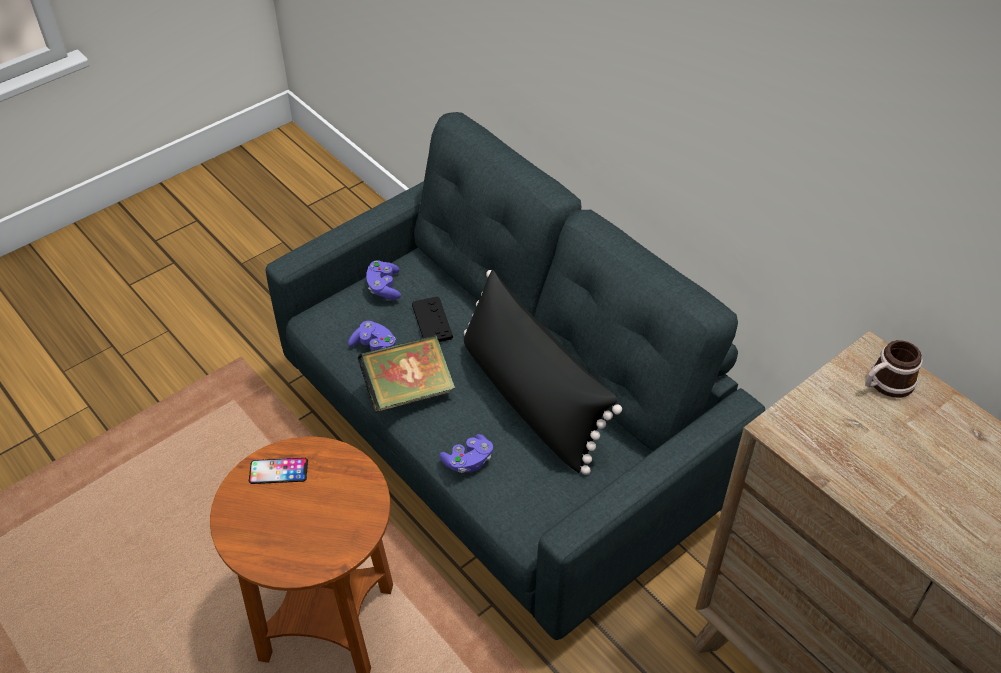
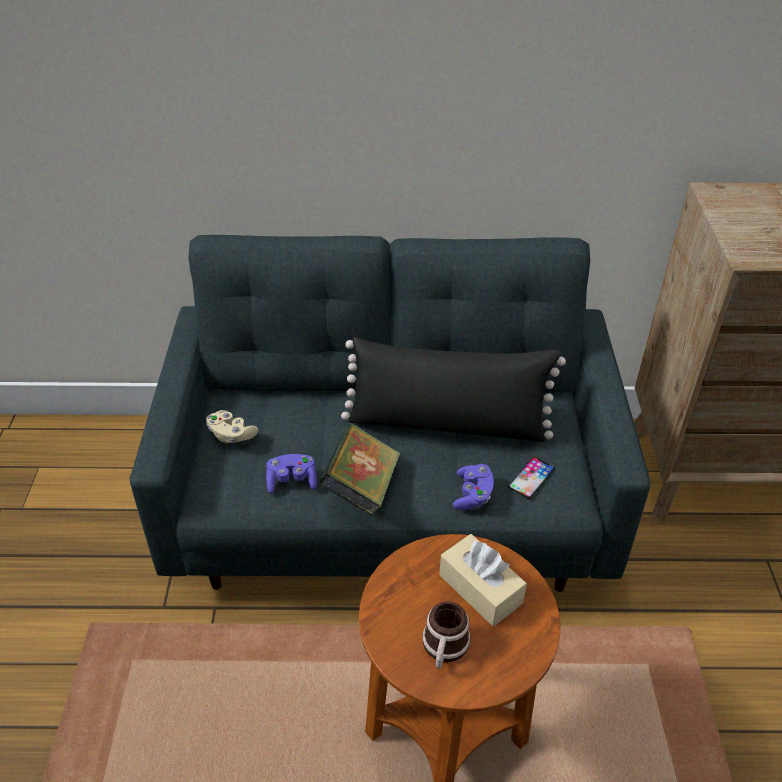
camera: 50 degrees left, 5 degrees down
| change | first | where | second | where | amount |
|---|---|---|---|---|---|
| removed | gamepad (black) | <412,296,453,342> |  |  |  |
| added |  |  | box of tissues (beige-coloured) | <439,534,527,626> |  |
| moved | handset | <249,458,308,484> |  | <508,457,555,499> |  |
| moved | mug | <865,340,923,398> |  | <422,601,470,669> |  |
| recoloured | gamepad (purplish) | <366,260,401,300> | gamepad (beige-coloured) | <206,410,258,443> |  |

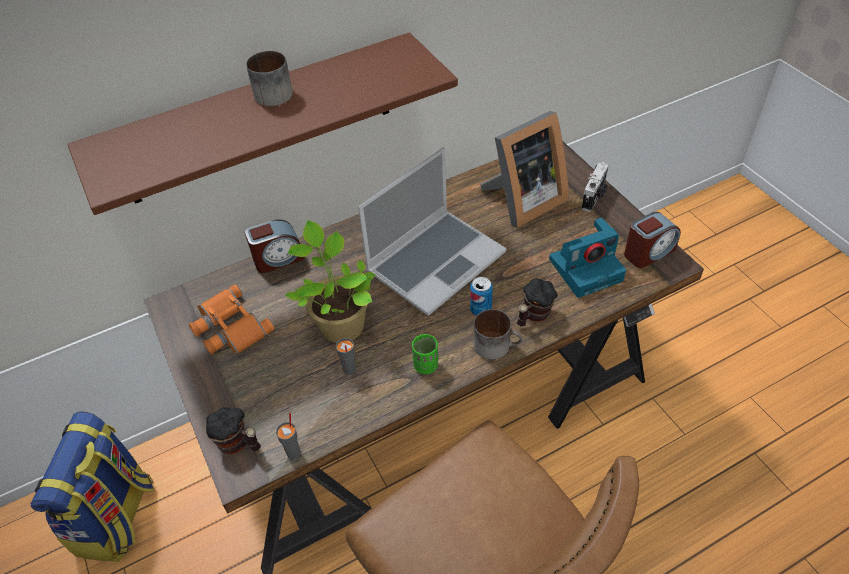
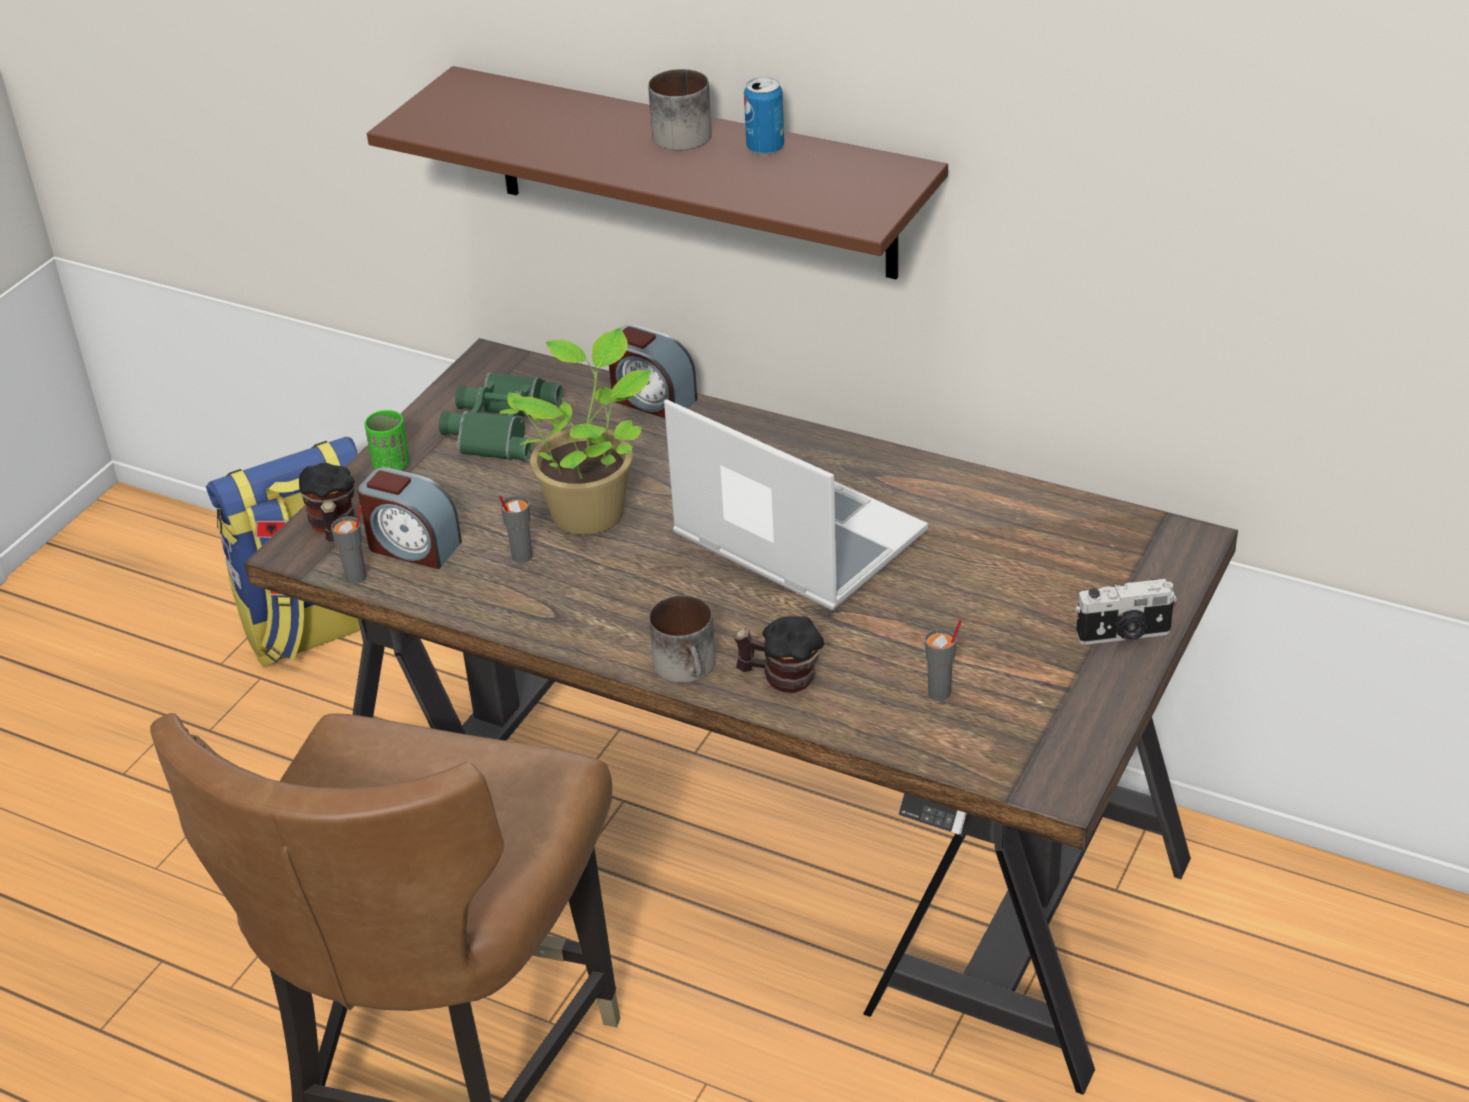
camera: 55 degrees right, 10 degrees down
| change | first | where | second | where | amount |
|---|---|---|---|---|---|
| removed | picture frame | <480,111,569,228> |  |  |  |
| moved | small cup (greenish) | <412,334,438,374> |  | <365,410,409,470> |  |
| moved | metal can | <470,277,493,316> |  | <744,77,784,155> |  |
| moved | alarm clock | <624,212,681,268> |  | <358,467,462,569> |  |
| replaced | photo camera | <549,218,626,298> | small cup (gray) | <925,620,962,701> |  |
| recoloured | pair of binoculars (orange-coloured) | <189,284,275,355> | pair of binoculars (greenish) | <439,372,562,461> |  |
| turned | laptop | <358,147,506,316> |  | <664,399,928,610> | 150 degrees counterclockwise |

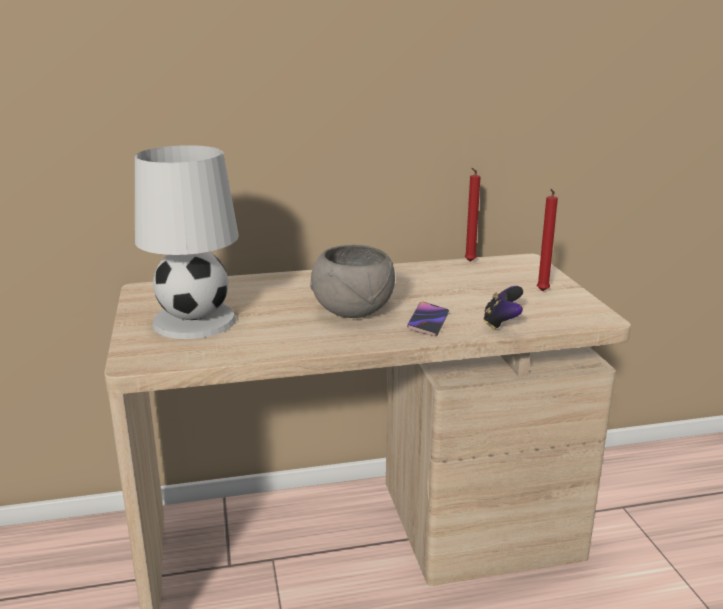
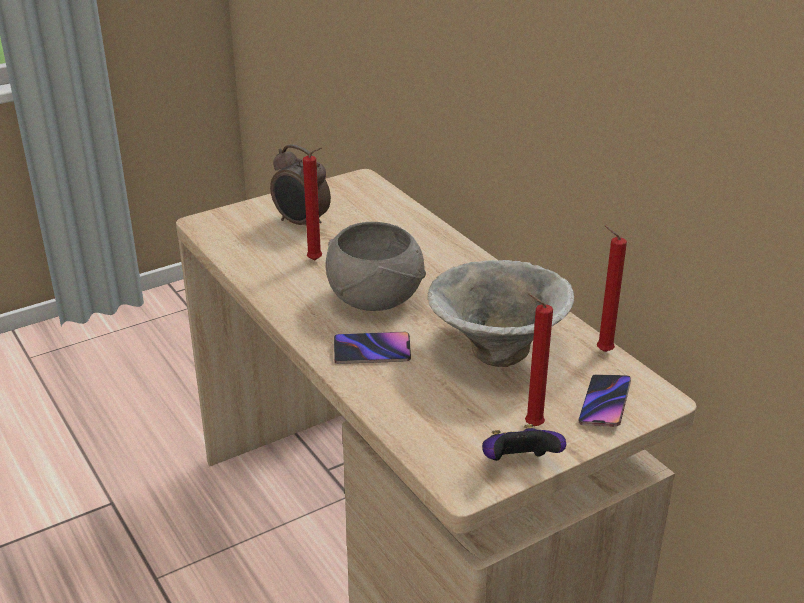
camera: 70 degrees right, 10 degrees up
| change | first | where | second | where | amount |
|---|---|---|---|---|---|
| added |  |  | candle (red-coloured) | <303,147,322,260> |  |
| added |  |  | deep dish | <428,260,574,367> |  |
| added |  |  | handset | <578,374,631,427> |  |
| moved | gamepad | <483,286,523,330> |  | <482,424,566,461> |  |
| replaced | tabletop lamp (white-coloured) | <135,145,239,339> | alarm clock | <270,144,331,225> |  |

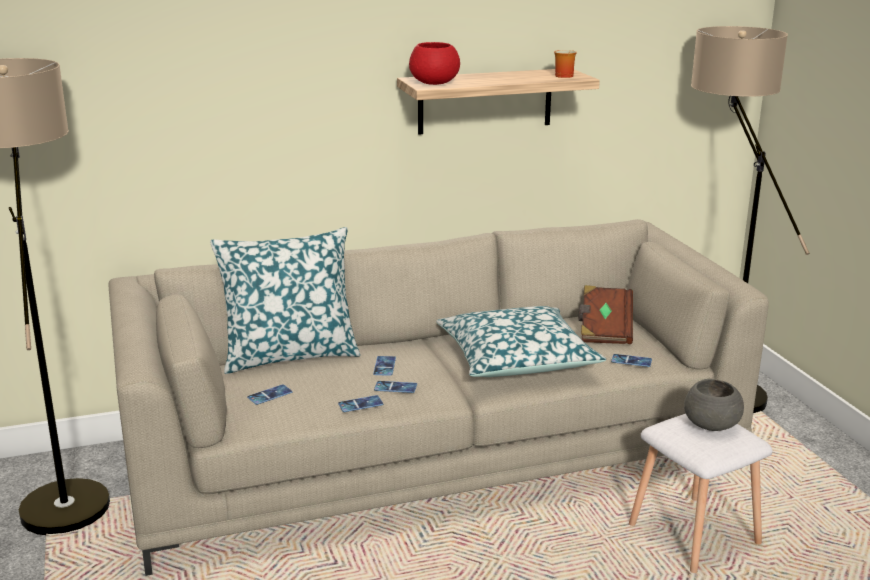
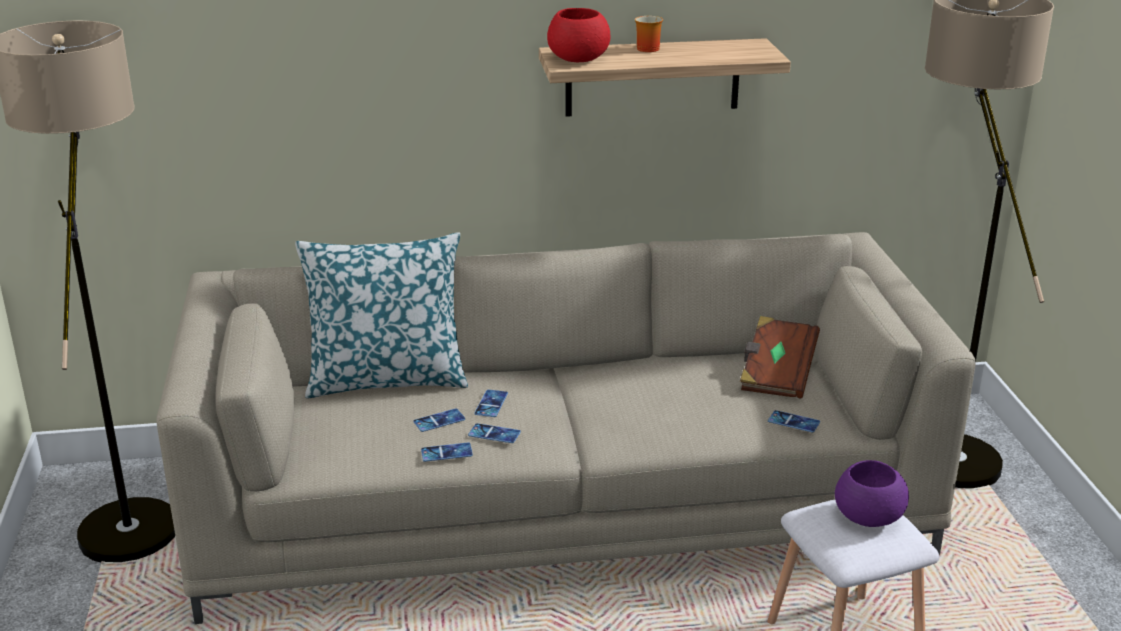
camera: 10 degrees right, 5 degrees up
| change | first | where | second | where | amount |
|---|---|---|---|---|---|
| removed | pillow | <436,306,606,377> |  |  |  |
| moved | handset | <247,384,292,405> |  | <413,408,465,432> |  |
| moved | mug | <554,50,577,78> |  | <635,16,663,52> |  |
| recoloured | deep dish (gray) | <684,379,744,431> | deep dish (purplish) | <835,460,909,527> |  |

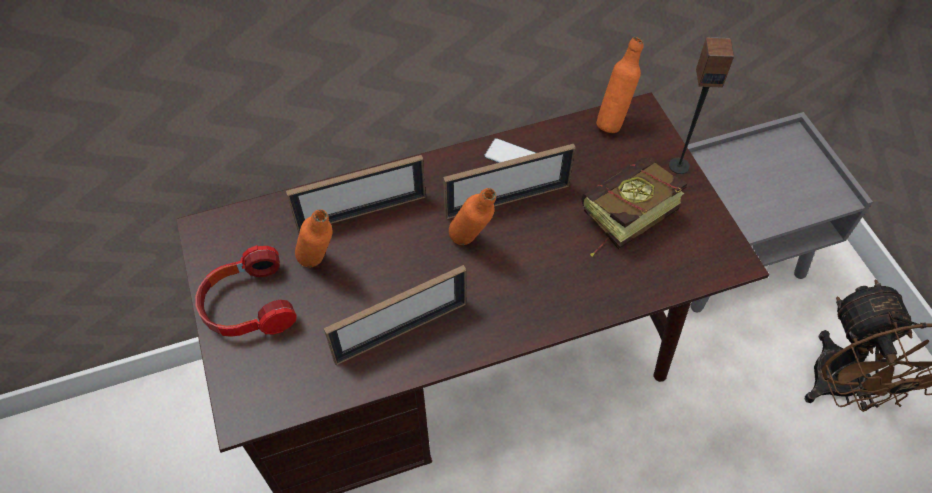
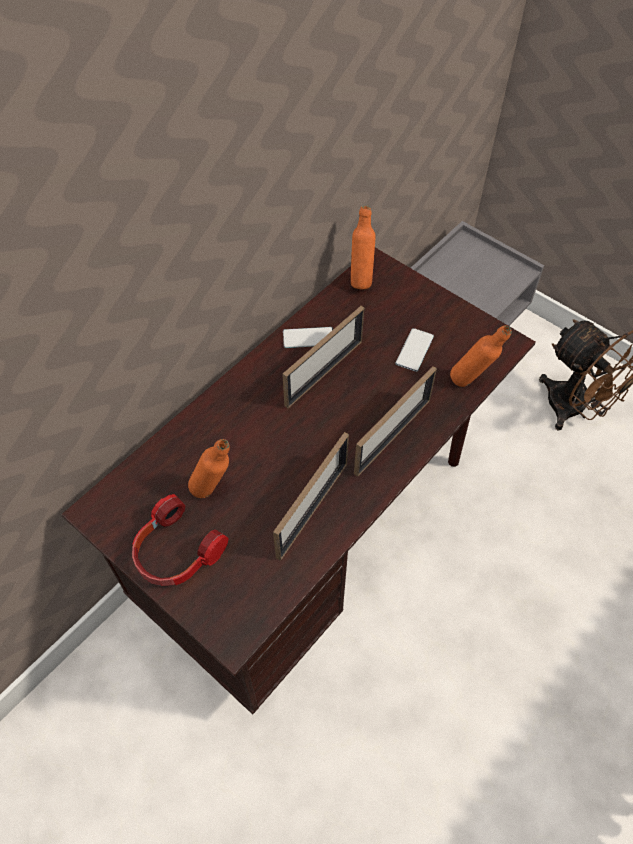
camera: 30 degrees left, 0 degrees up
| change | first | where | second | where | amount |
|---|---|---|---|---|---|
| removed | audio speaker | <669,37,734,174> |  |  |  |
| moved | picture frame | <286,155,426,233> |  | <354,366,437,477> |  |
| moved | beverage bottle (orange-coloured) | <449,188,496,245> |  | <450,325,512,387> |  |
| replaced | bound book | <582,158,687,257> | handset | <395,328,434,372> |  |

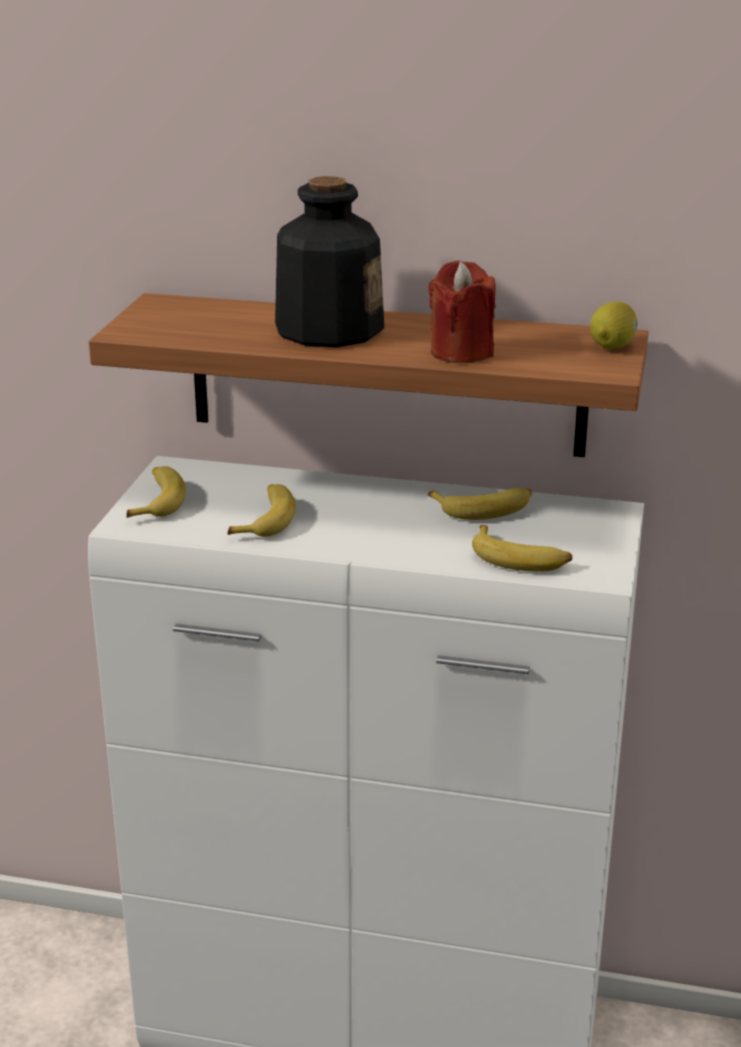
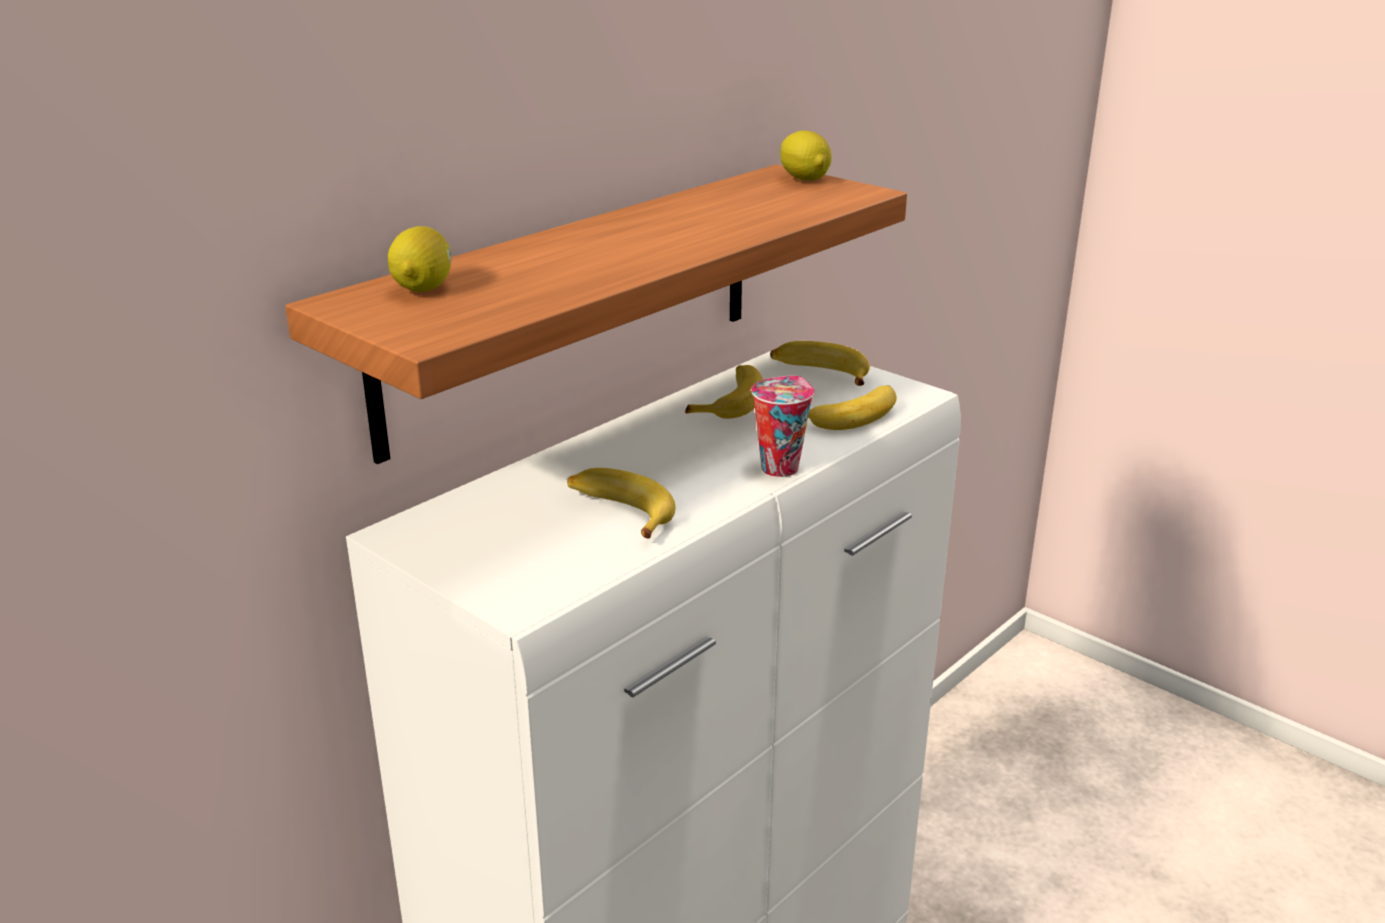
camera: 60 degrees left, 0 degrees up
| change | first | where | second | where | amount |
|---|---|---|---|---|---|
| removed | beverage bottle | <275,176,384,347> |  |  |  |
| removed | candle (red-coloured) | <429,260,496,363> |  |  |  |
| added |  |  | lemon | <388,226,452,292> |  |
| added |  |  | small cup | <751,376,814,477> |  |
| moved | banana fruit | <126,466,186,518> |  | <770,341,870,386> |  |

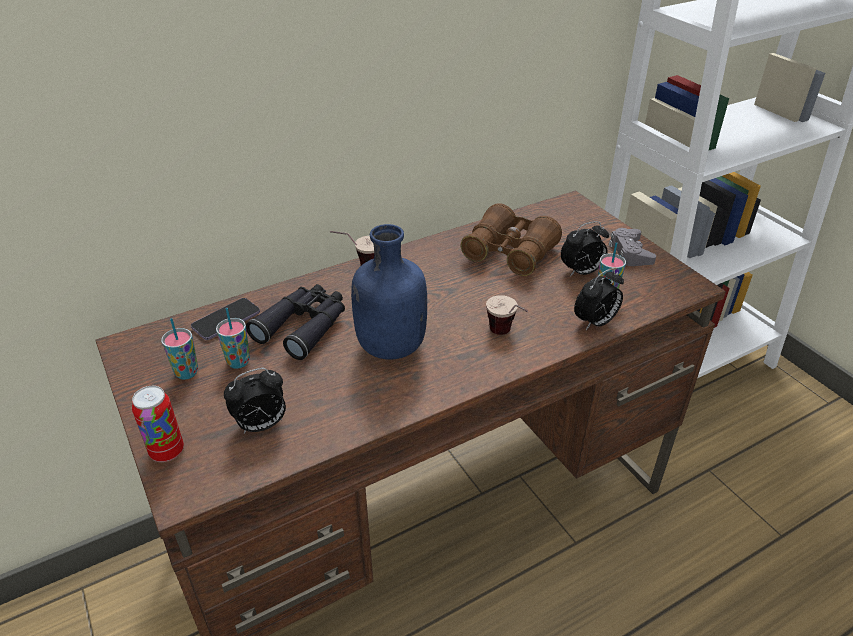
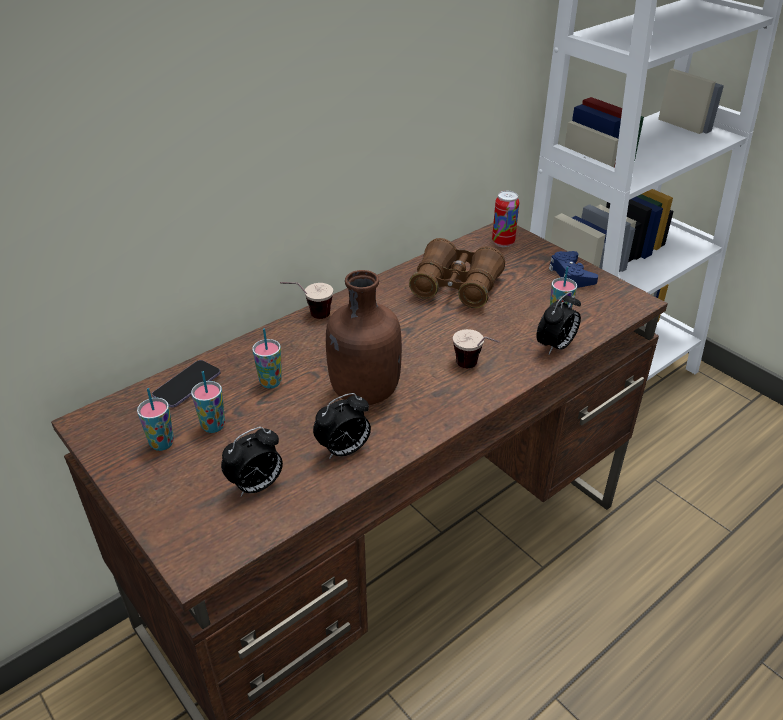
camera: 10 degrees left, 0 degrees up
| change | first | where | second | where | amount |
|---|---|---|---|---|---|
| moved | metal can | <132,386,184,462> |  | <492,191,519,247> |  |
| moved | alarm clock | <561,221,609,277> |  | <313,393,371,459> |  |
| replaced | pair of binoculars (black) | <246,284,345,360> | small cup | <252,329,282,388> |  |
| recoloured | beverage bottle (blue-coloured) | <351,224,427,359> | beverage bottle (brown) | <326,270,402,405> |  |
| recoloured | gamepad (gray) | <609,228,656,266> | gamepad (blue-coloured) | <549,251,598,288> |  |

